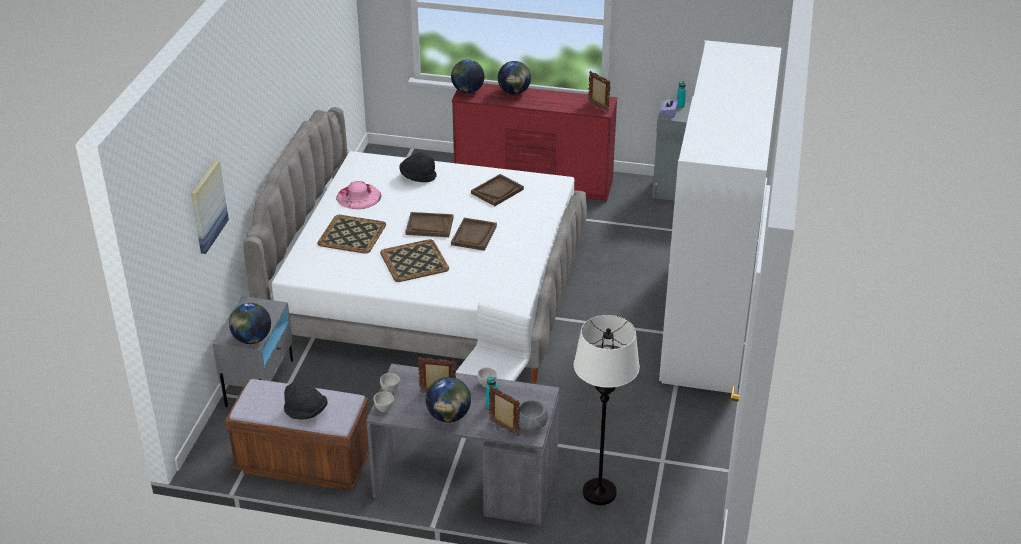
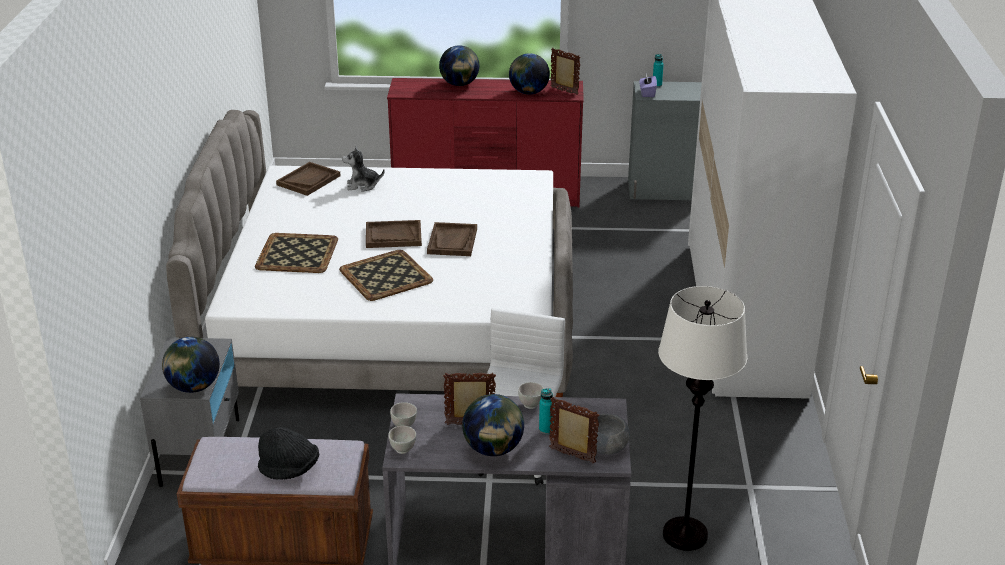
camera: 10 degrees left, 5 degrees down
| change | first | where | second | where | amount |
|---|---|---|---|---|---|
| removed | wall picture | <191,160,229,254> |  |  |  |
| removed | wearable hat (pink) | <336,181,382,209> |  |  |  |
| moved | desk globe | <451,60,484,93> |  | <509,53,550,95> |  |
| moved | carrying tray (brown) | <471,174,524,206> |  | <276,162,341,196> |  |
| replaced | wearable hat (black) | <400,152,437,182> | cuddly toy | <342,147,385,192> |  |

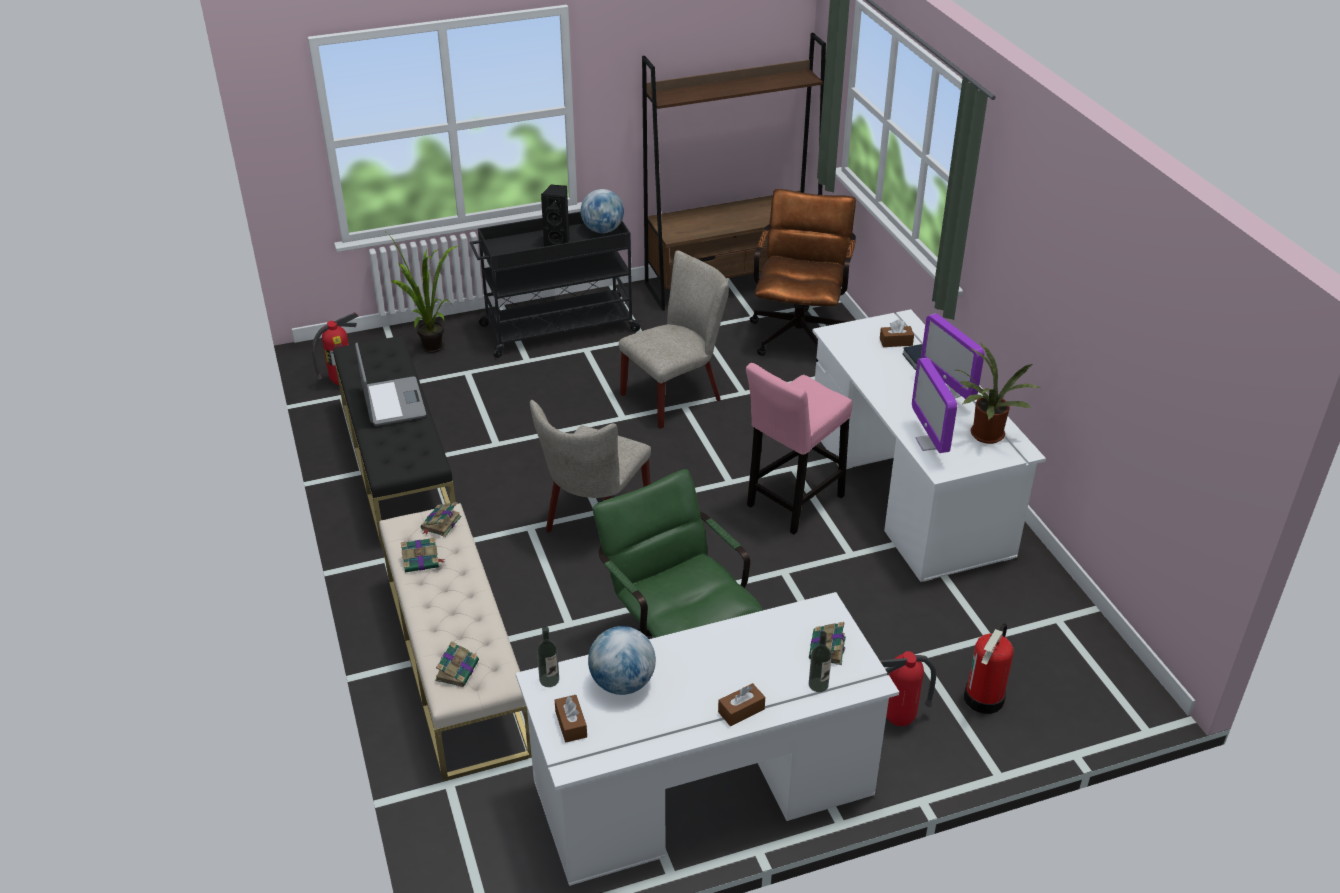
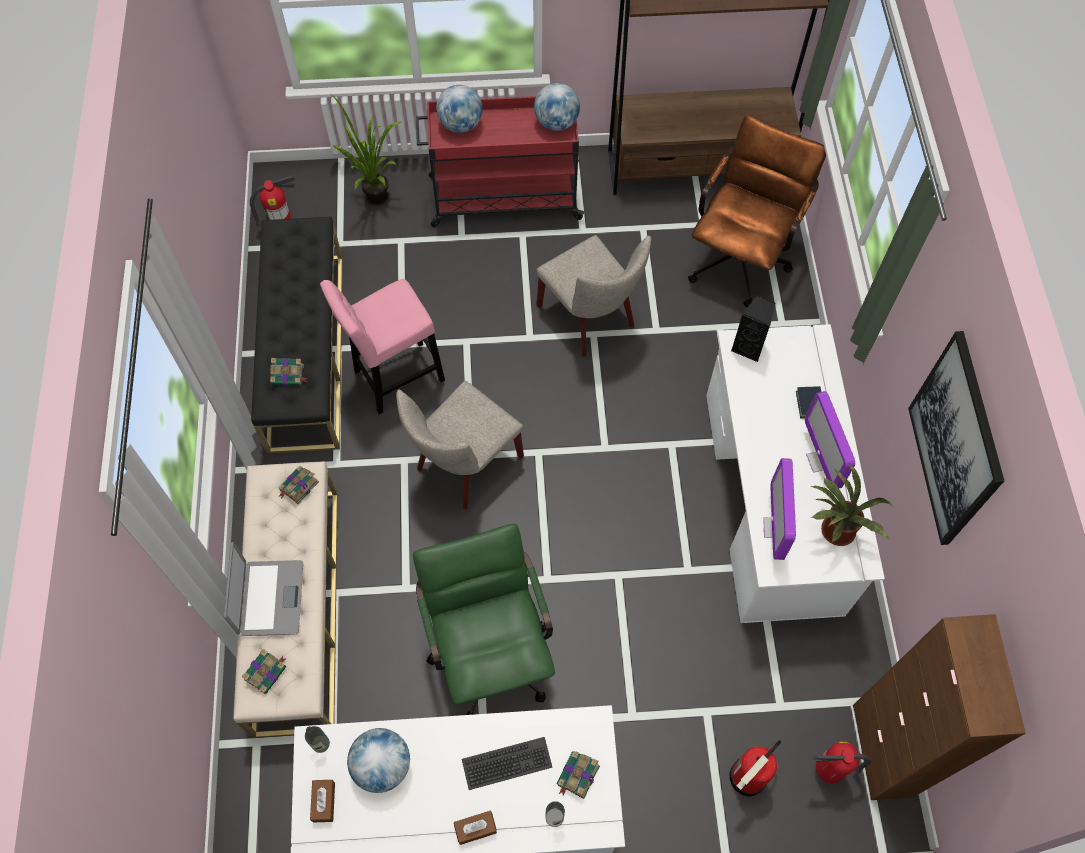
camera: 15 degrees right, 25 degrees up
| change | first | where | second | where | amount |
|---|---|---|---|---|---|
| removed | box of tissues (brown) | <880,319,914,347> |  |  |  |
| added |  |  | desk globe | <436,85,483,133> |  |
| added |  |  | computer keyboard | <462,737,552,790> |  |
| added |  |  | storage cabinet (brown) | <853,614,1026,800> |  |
| added |  |  | wall picture | <908,331,1004,545> |  |
| moved | laptop | <355,343,426,426> |  | <224,542,303,636> |  |
| moved | bound book | <401,537,444,572> |  | <270,358,307,386> |  |
| moved | audio speaker (black) | <541,185,570,247> |  | <731,295,775,362> |  |
| moved | stool (pink) | <746,363,852,535> |  | <320,279,445,414> |  |
| moved | fire extinguisher | <880,651,936,726> |  | <813,741,872,783> |  |
| recoloured | trolley (black) | <470,211,642,358> | trolley (red-coloured) | <416,96,585,227> |  |
| turned | upright chair (beige-coloured) | <619,250,729,429> |  | <536,235,651,356> | 75 degrees clockwise |

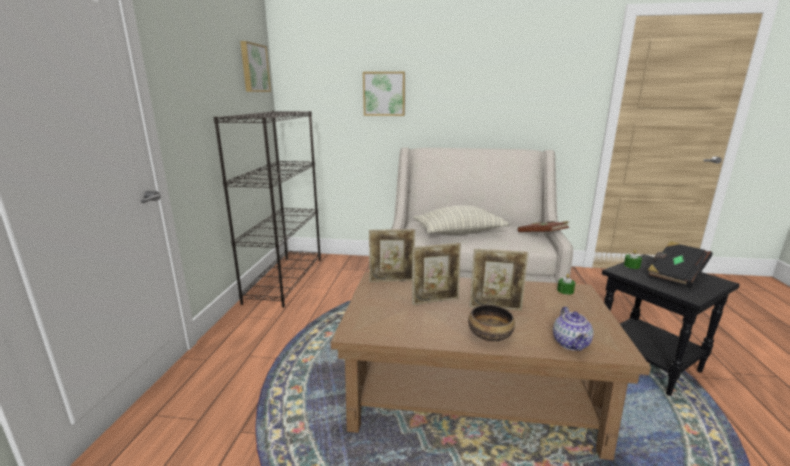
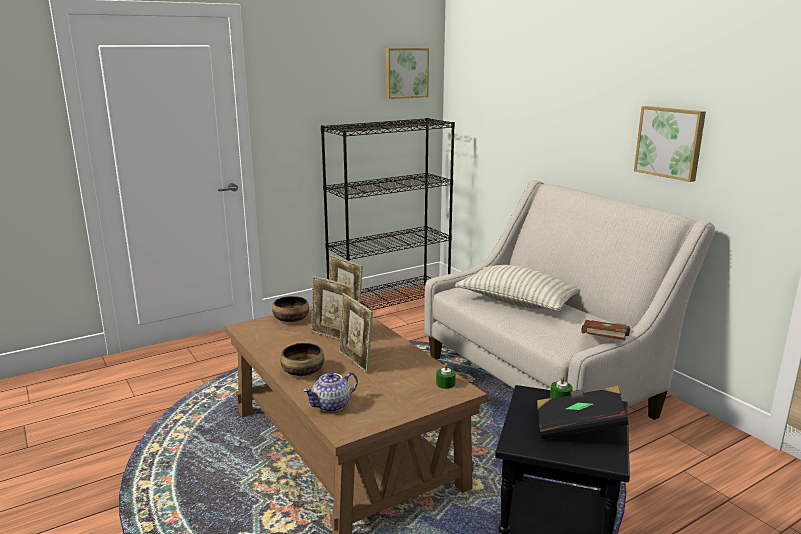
camera: 50 degrees right, 0 degrees up
| change | first | where | second | where | amount |
|---|---|---|---|---|---|
| added |  |  | deep dish | <272,296,309,322> |  |
| moved | wall picture | <363,72,405,116> |  | <634,106,706,182> |  |

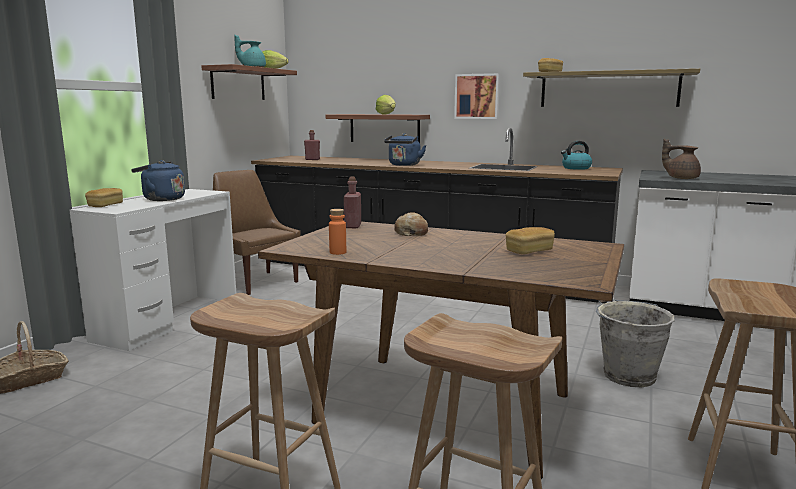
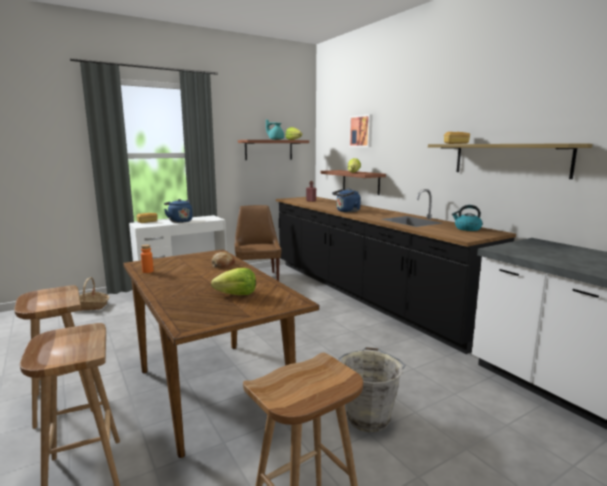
camera: 35 degrees right, 0 degrees up
| change | first | where | second | where | amount |
|---|---|---|---|---|---|
| removed | beverage bottle (red-coloured) | <344,177,361,228> |  |  |  |
| removed | tea pot (brown) | <662,138,701,179> |  |  |  |
| moved | wall picture | <454,73,500,119> |  | <349,114,373,147> |  |
| replaced | baked bread | <506,227,555,254> | lettuce head | <211,268,256,295> |  |

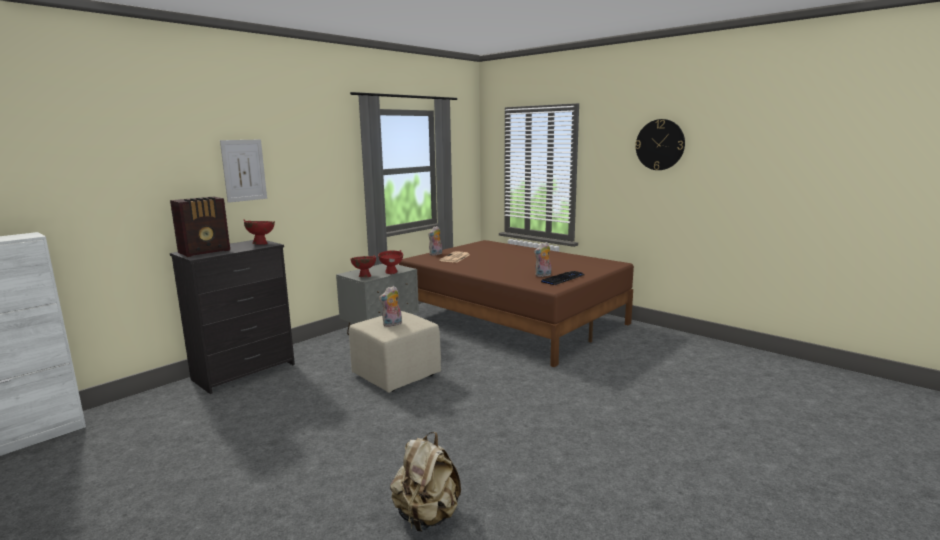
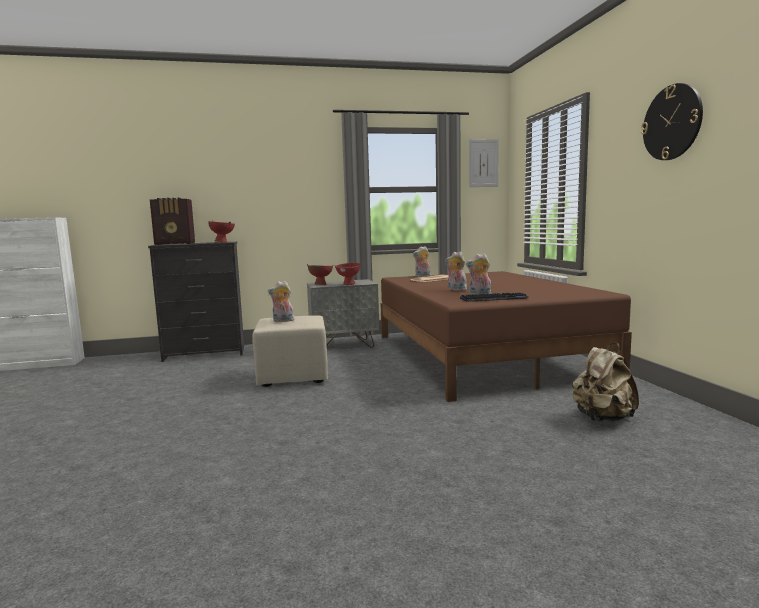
camera: 35 degrees right, 5 degrees down
| change | first | where | second | where | amount |
|---|---|---|---|---|---|
| added |  |  | cuddly toy | <445,252,467,291> |  |
| moved | wall picture | <220,139,267,203> |  | <469,139,499,187> |  |
| moved | knapsack (beige-coloured) | <390,432,461,532> |  | <572,343,639,422> |  |

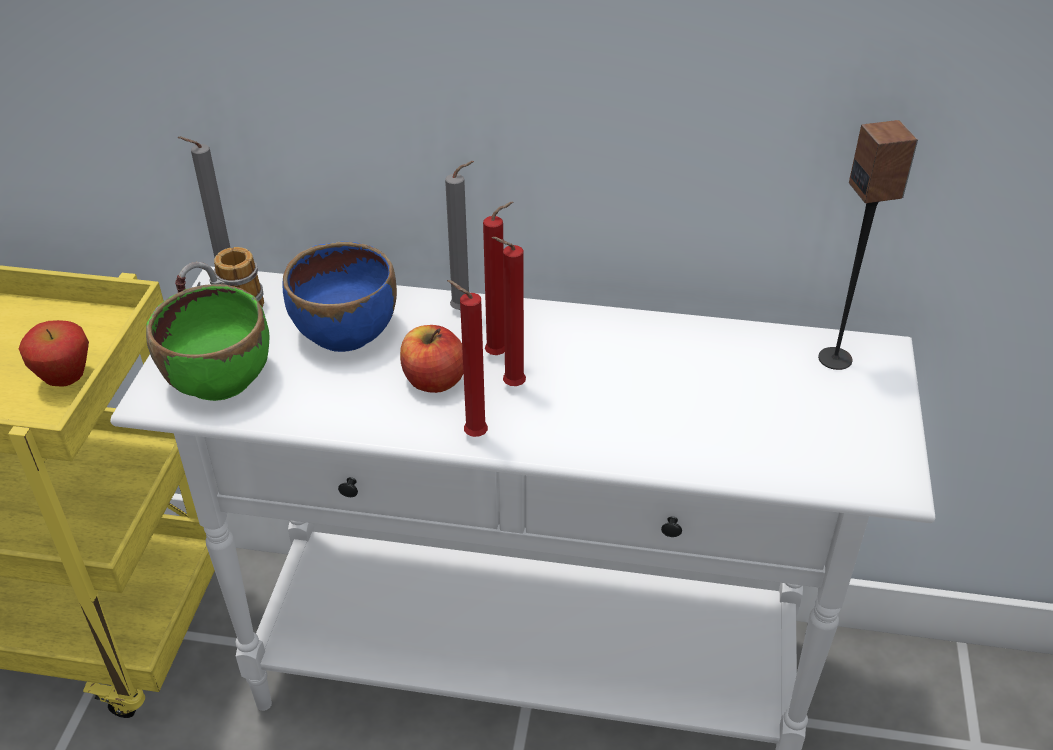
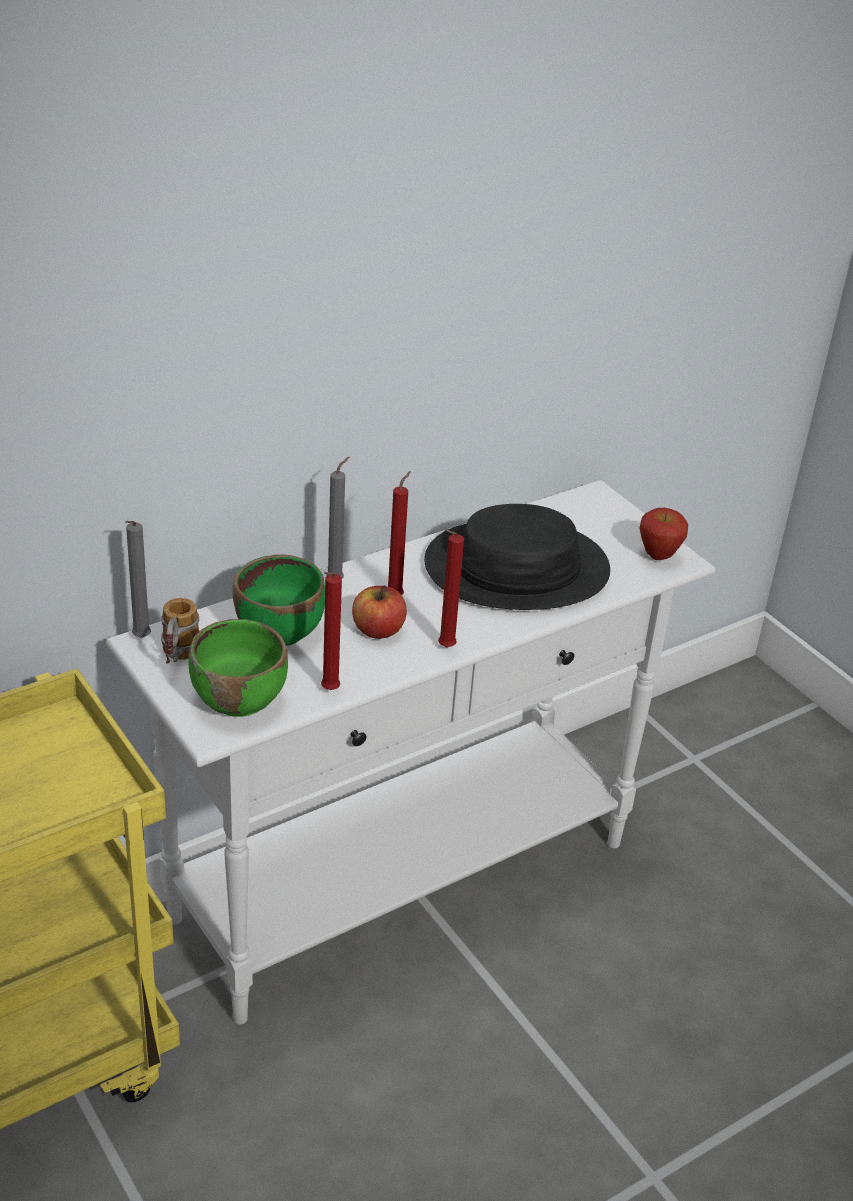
camera: 45 degrees left, 5 degrees down
| change | first | where | second | where | amount |
|---|---|---|---|---|---|
| removed | audio speaker | <818,120,918,370> |  |  |  |
| added |  |  | wearable hat (black) | <424,504,610,610> |  |
| moved | apple | <19,320,89,386> |  | <640,508,688,560> |  |
| moved | candle (red-coloured) | <492,237,526,386> |  | <321,572,342,690> |  |
| recoloured | deep dish (blue-coloured) | <282,241,397,352> | deep dish (greenish) | <232,554,325,646> |  |

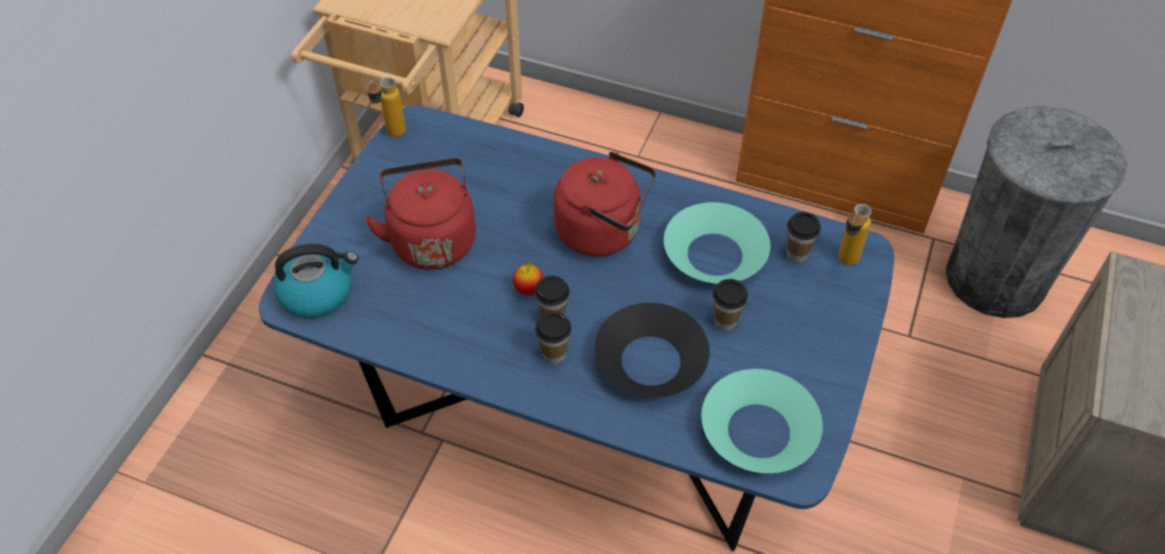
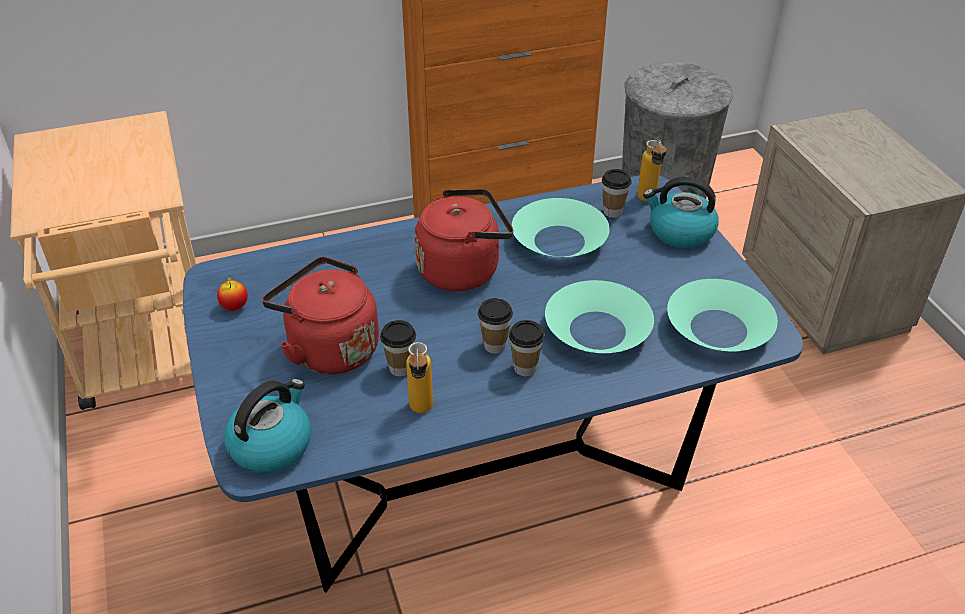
camera: 40 degrees left, 10 degrees down
| change | first | where | second | where | amount |
|---|---|---|---|---|---|
| added |  |  | water kettle | <643,177,719,248> |  |
| moved | beverage bottle | <366,77,406,137> |  | <406,342,433,413> |  |
| moved | apple | <513,261,543,295> |  | <217,275,248,311> |  |
| moved | small cup | <712,279,748,331> |  | <380,320,416,377> |  |
| recoloured | deep dish (black) | <595,303,710,398> | deep dish (turquoise) | <545,280,654,353> |  |

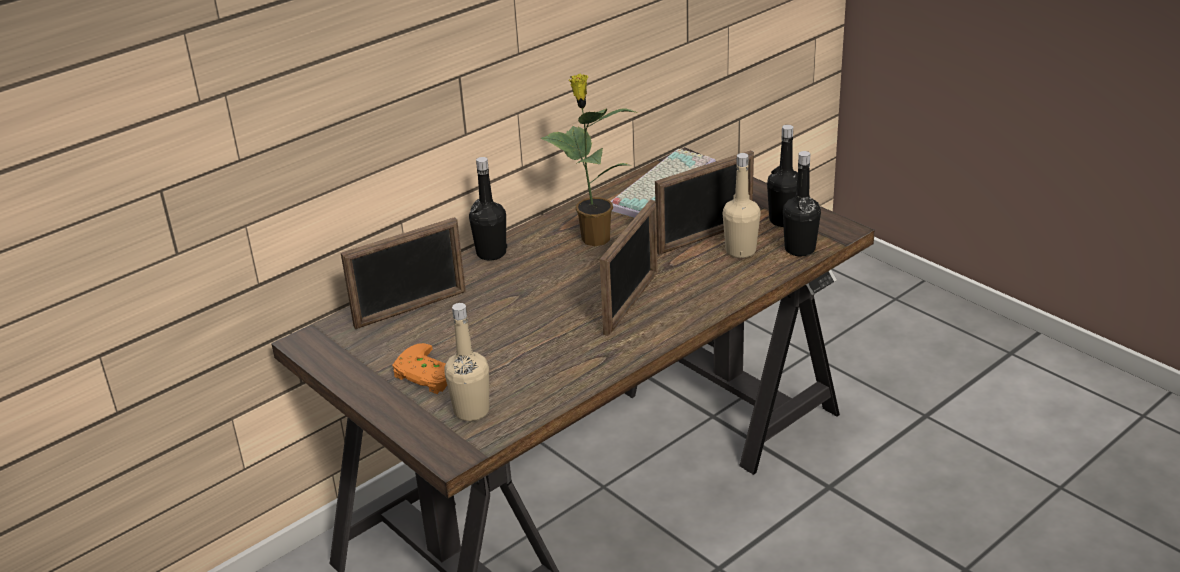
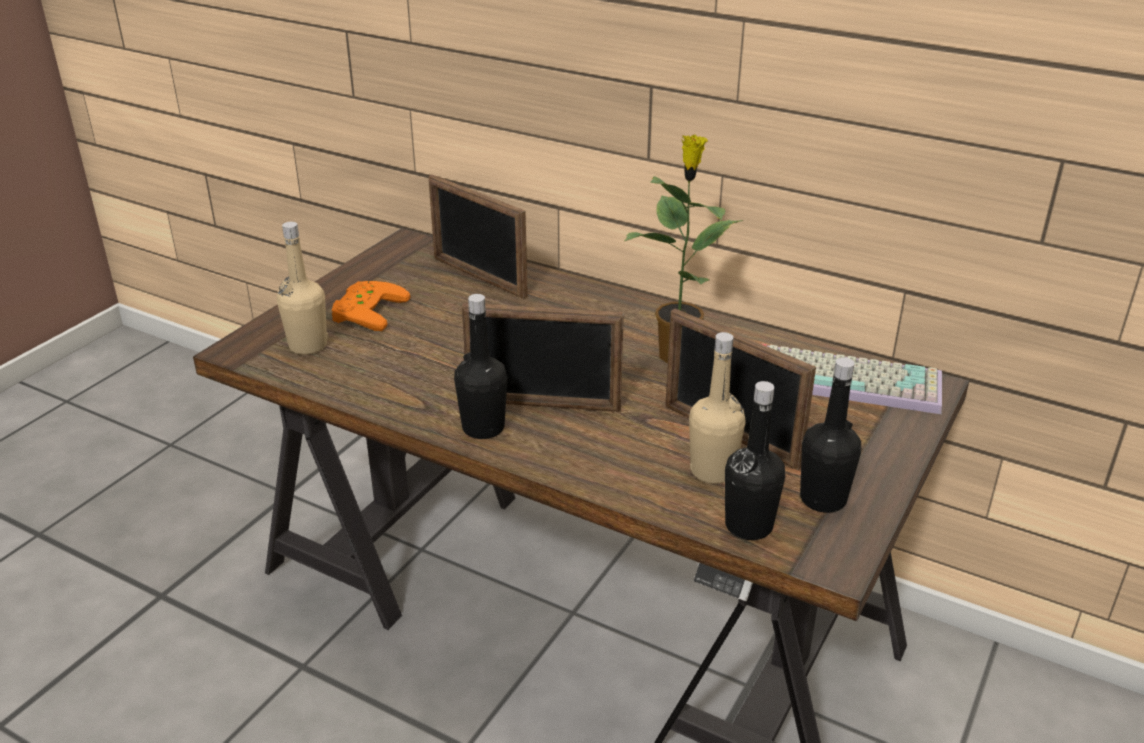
camera: 70 degrees right, 0 degrees up
| change | first | where | second | where | amount |
|---|---|---|---|---|---|
| moved | beverage bottle (black) | <469,157,507,260> |  | <454,294,507,439> |  |

